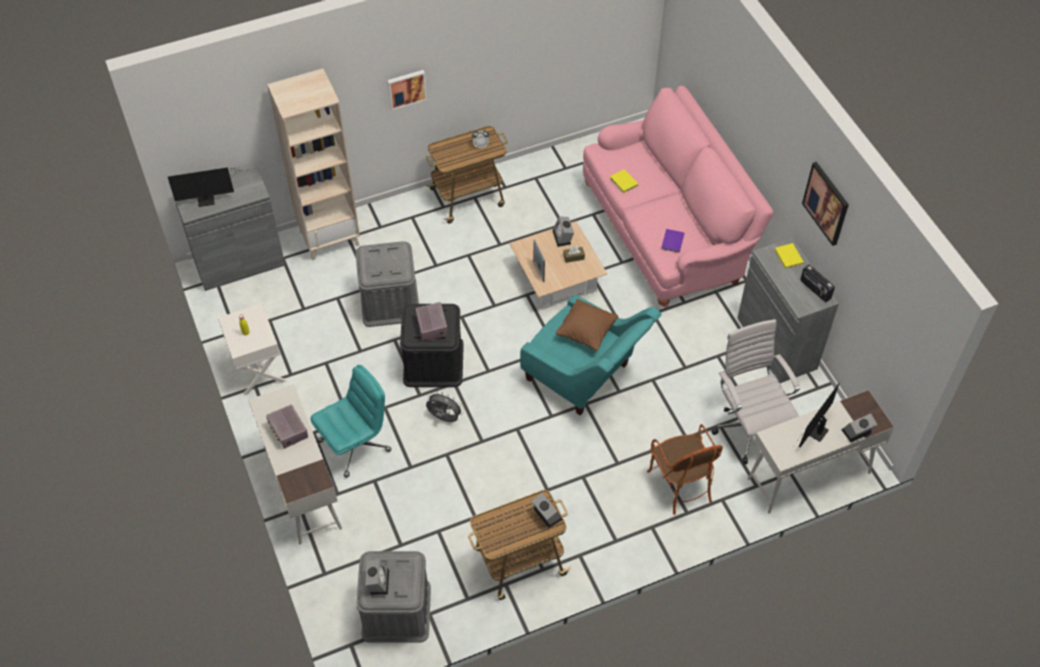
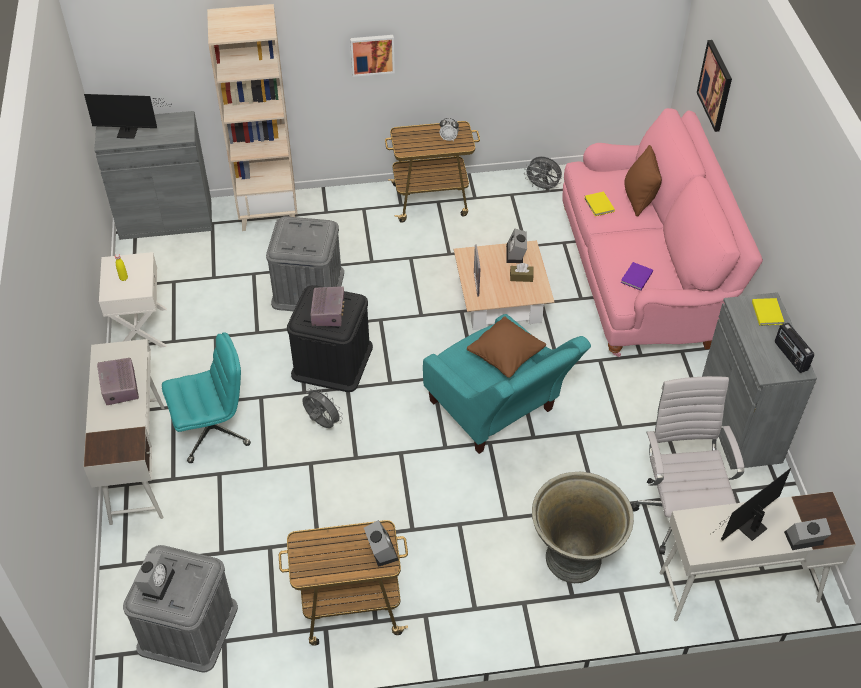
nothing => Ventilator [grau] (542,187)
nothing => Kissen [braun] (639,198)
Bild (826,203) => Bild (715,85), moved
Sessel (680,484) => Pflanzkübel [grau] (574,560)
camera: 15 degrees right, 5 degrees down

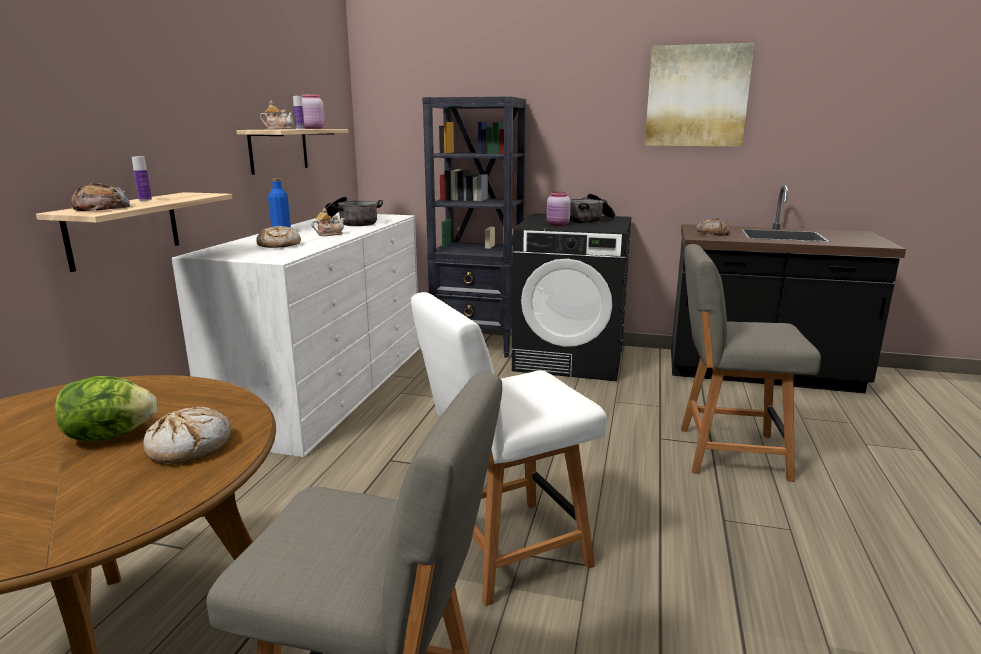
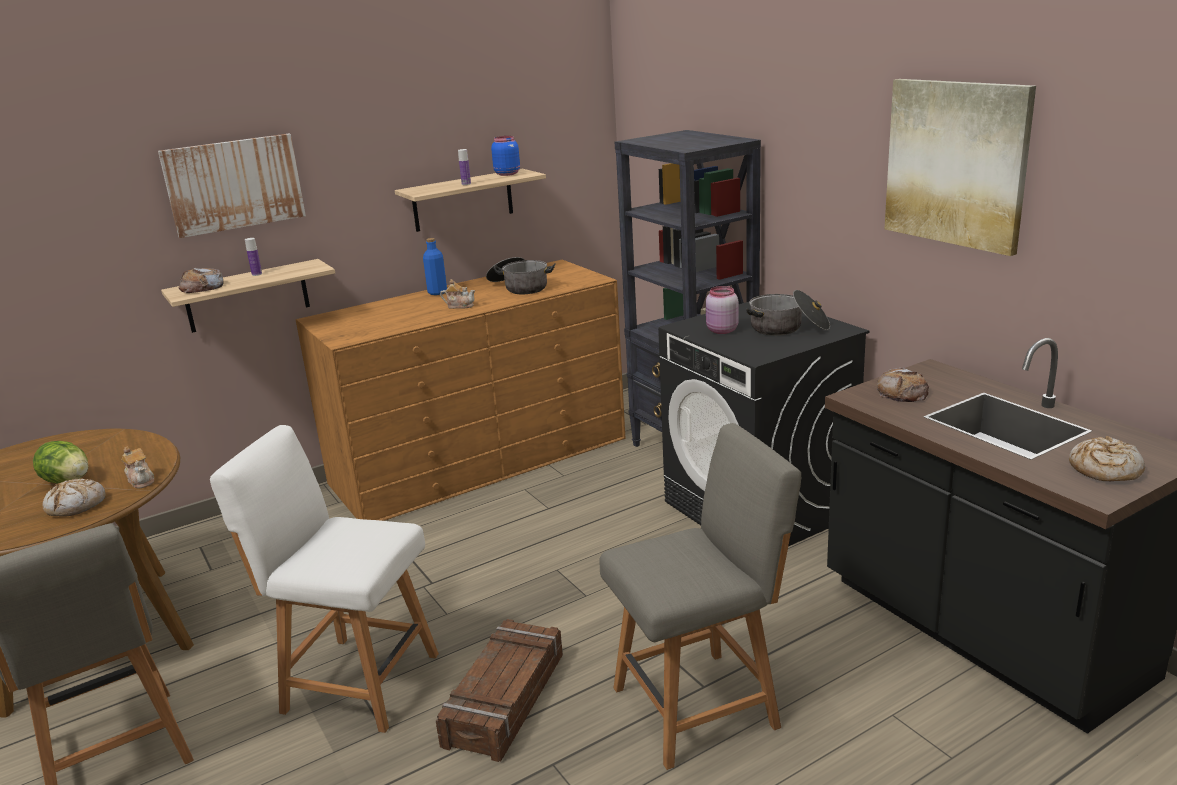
nothing => Bild (234,184)
nothing => Kiste (506,699)
Brot (279,245) => Brot (1104,470), moved
Teekanne (279,129) => Teekanne (141,480), moved
Kommode [weiß] (329,387) => Kommode [braun] (480,460)
Vorratsglas [rosa] (312,128) => Vorratsglas [blau] (507,174)
Stuhl [grau] (727,453) => Stuhl [grau] (700,705), 105 degrees clockwise
camera: 45 degrees right, 5 degrees up

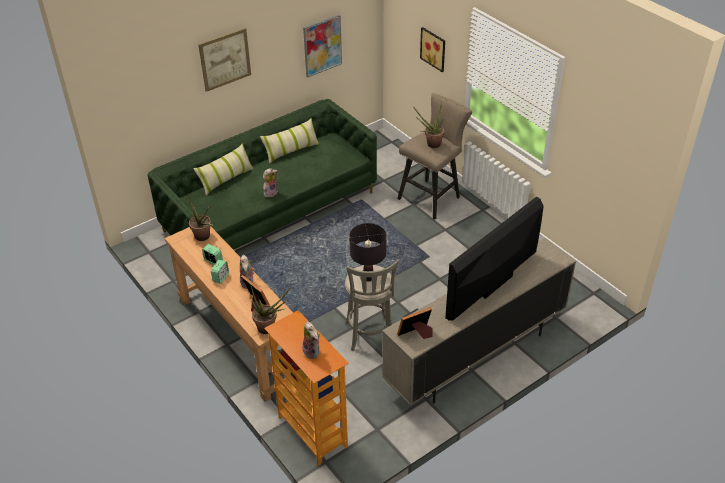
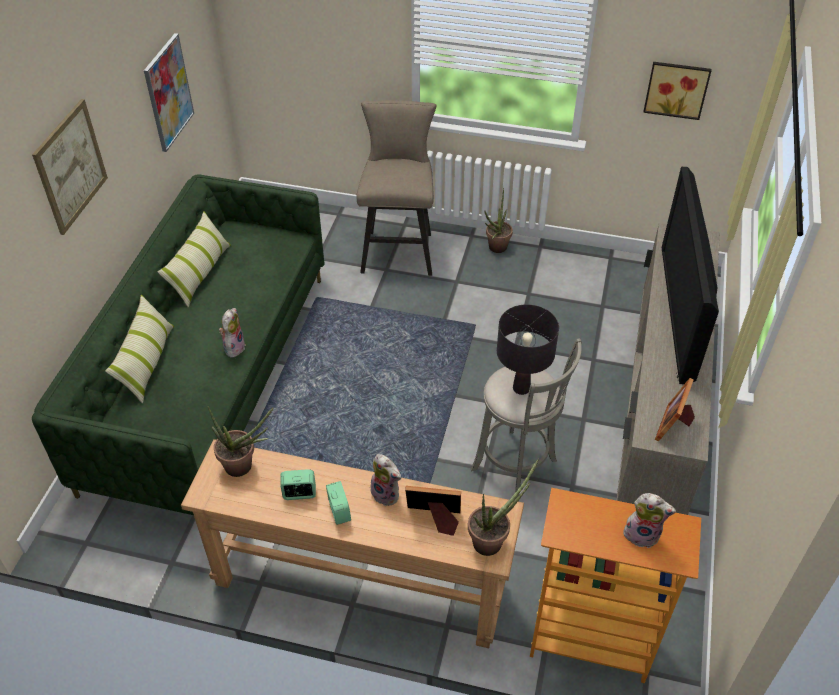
Topfpflanze (430,144) => Topfpflanze (495,249), moved
Bild (434,48) => Bild (676,89), moved
camera: 40 degrees left, 5 degrees up

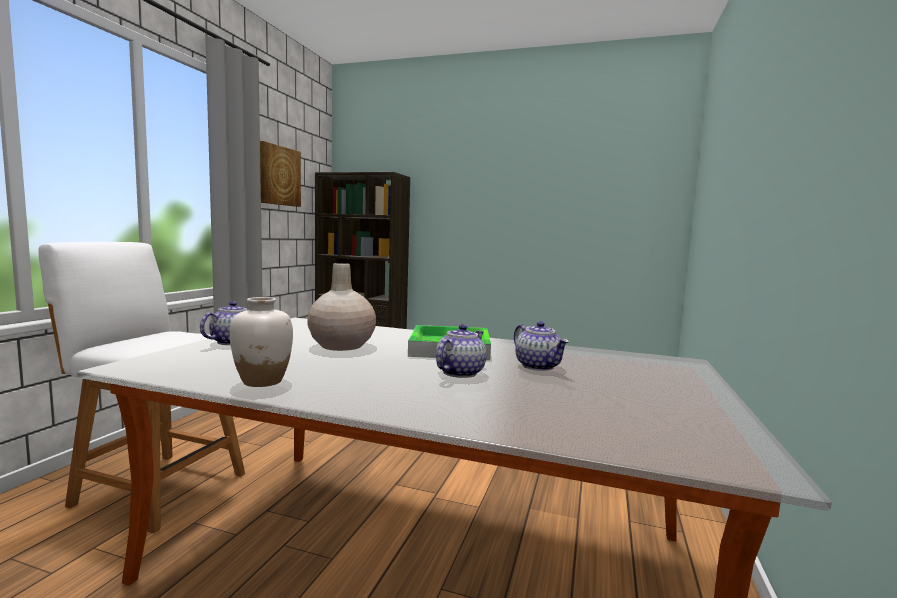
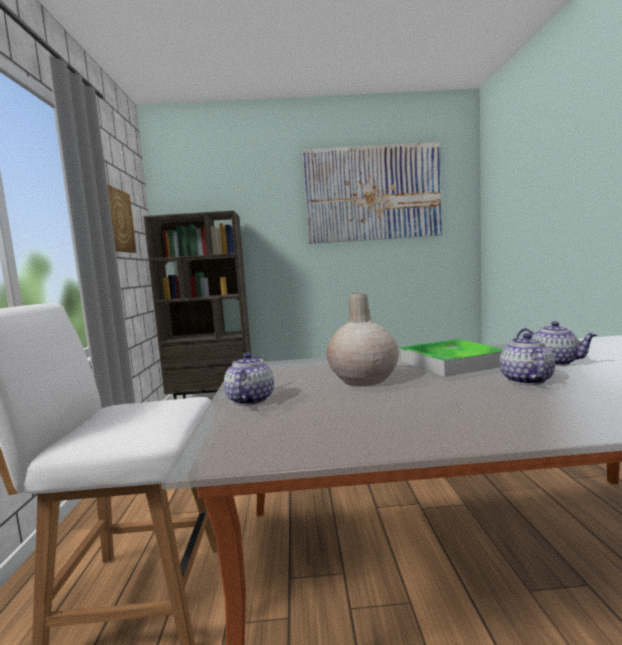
Vase [weiß] (263,381) => nothing
nothing => Bild (372,194)
camera: 20 degrees left, 0 degrees up

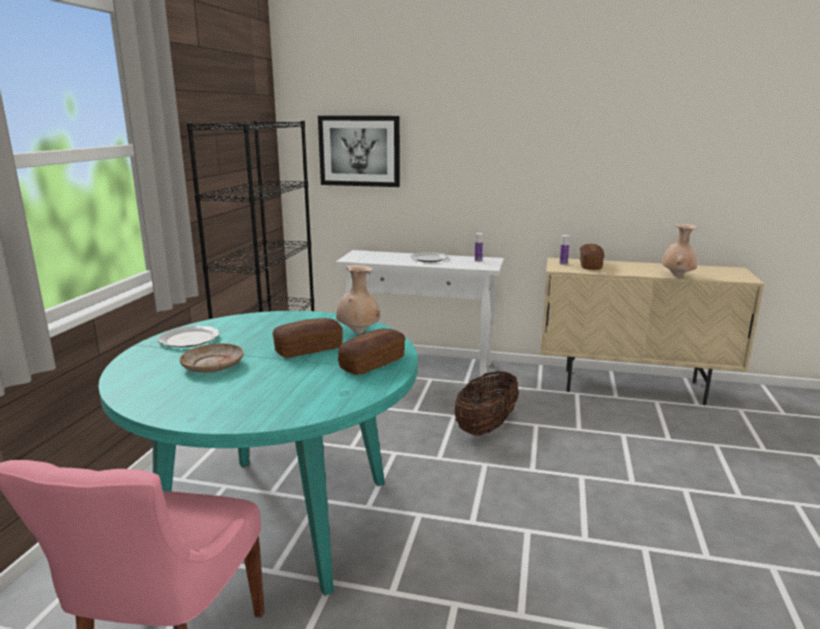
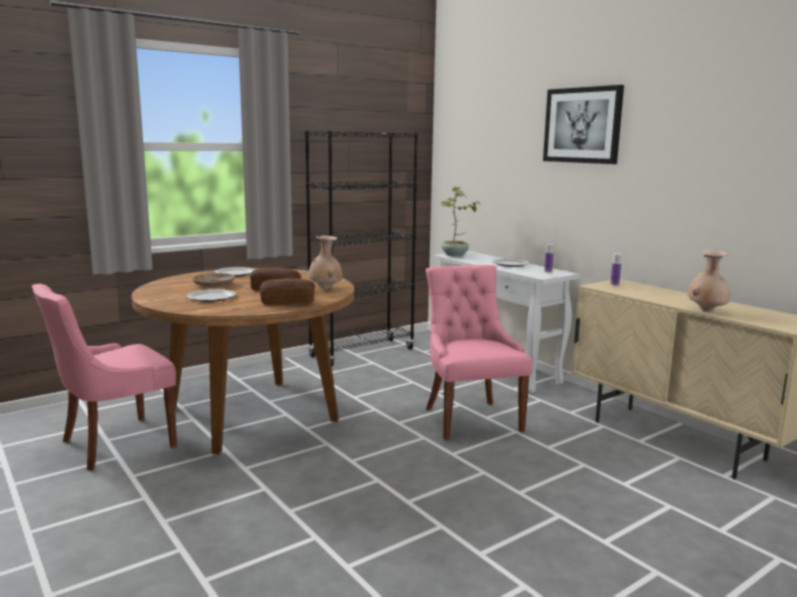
Brot (590,265) => nothing
nothing => Teller (212,297)
nothing => Topfpflanze (455,255)
Bild (359,151) => Bild (582,125), moved
Korb (486,427) => Stuhl [rosa] (470,419)
Esstisch [türkis] (279,518) => Esstisch [braun] (252,413)
camera: 40 degrees right, 5 degrees down

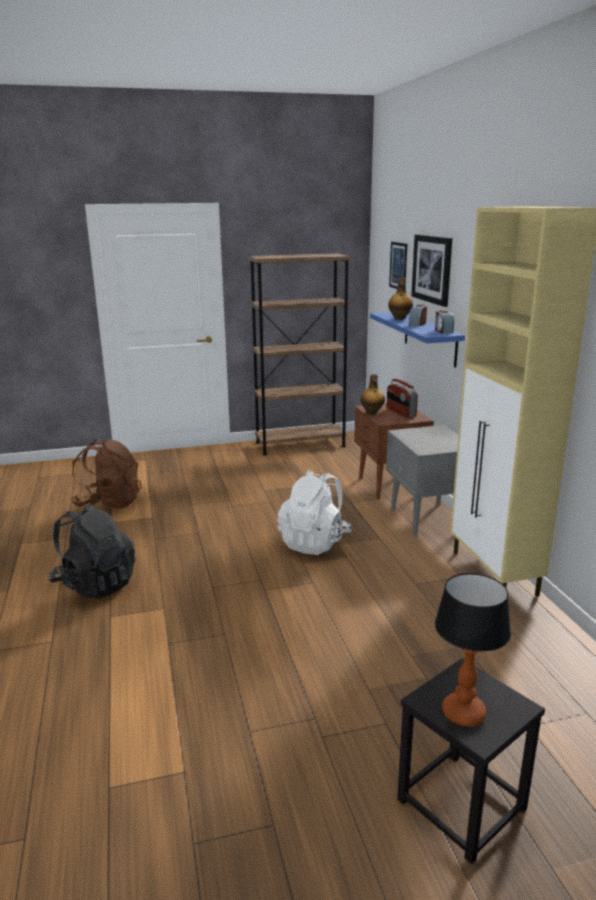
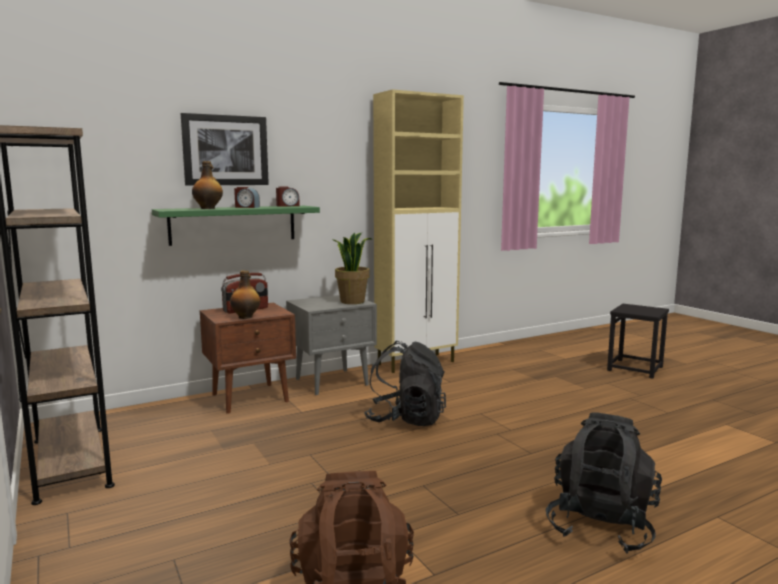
Bild (398,266) => nothing
Tischlampe (463,712) => nothing
nothing => Topfpflanze (352,301)
Rucksack [weiß] (314,542) => Rucksack [schwarz] (406,419)
Wandregal [blau] (429,338) => Wandregal [grün] (233,224)
camera: 105 degrees left, 10 degrees down

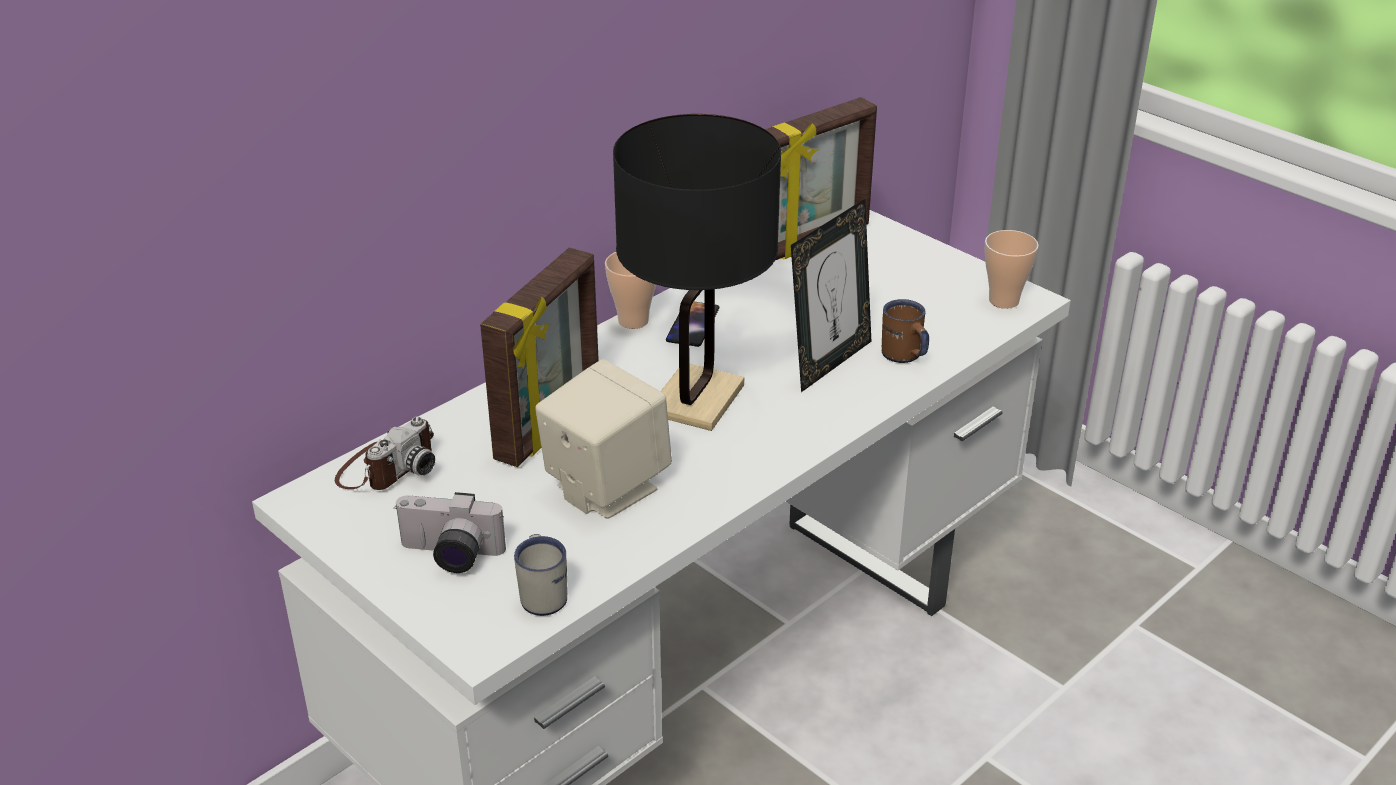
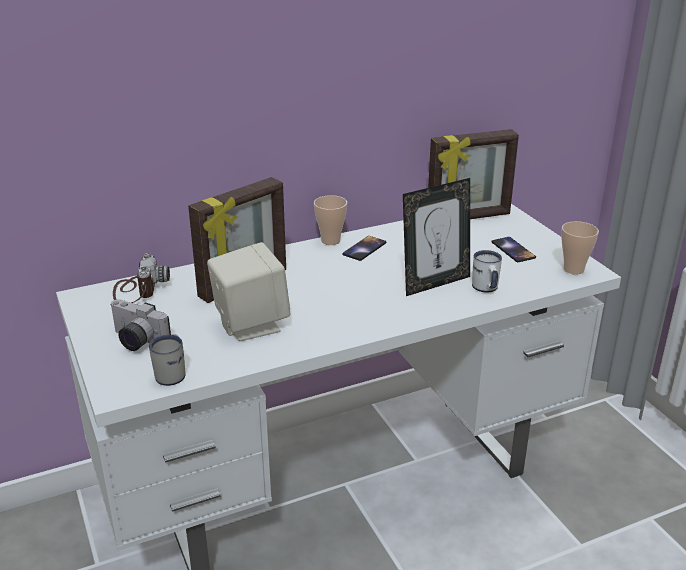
Tischlampe [schwarz] (697,400) => nothing
nothing => Handy (513,250)
Henkelbecher [braun] (904,357) => Henkelbecher [weiß] (486,289)
Kamera (387,467) => Kamera (138,289), 60 degrees counterclockwise
camera: 20 degrees right, 5 degrees down

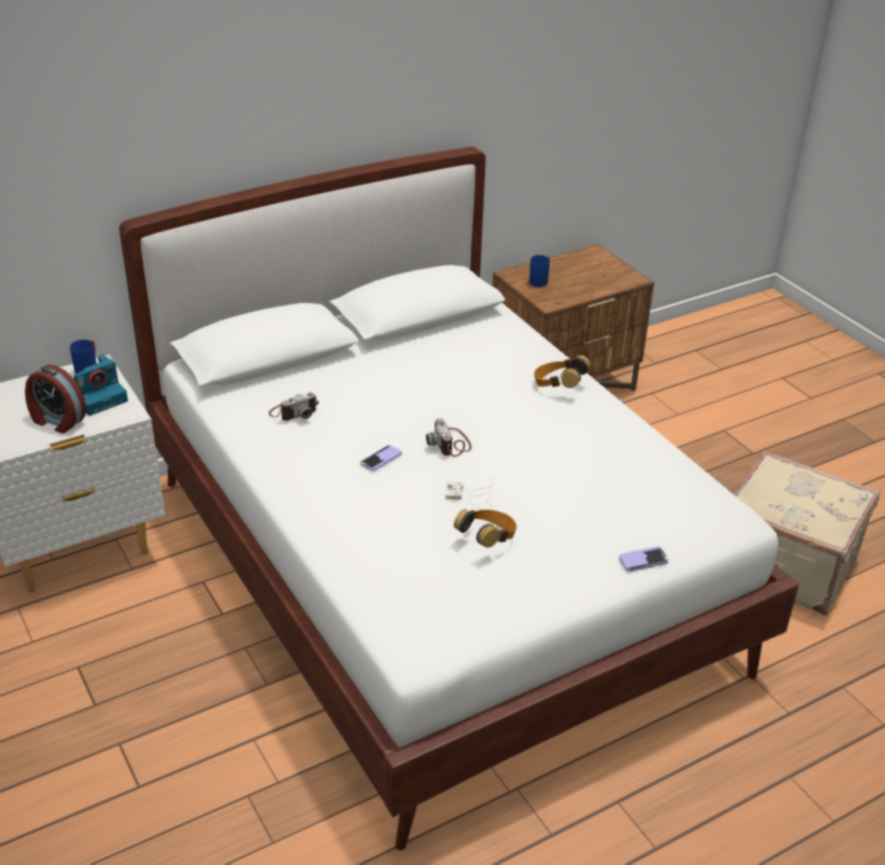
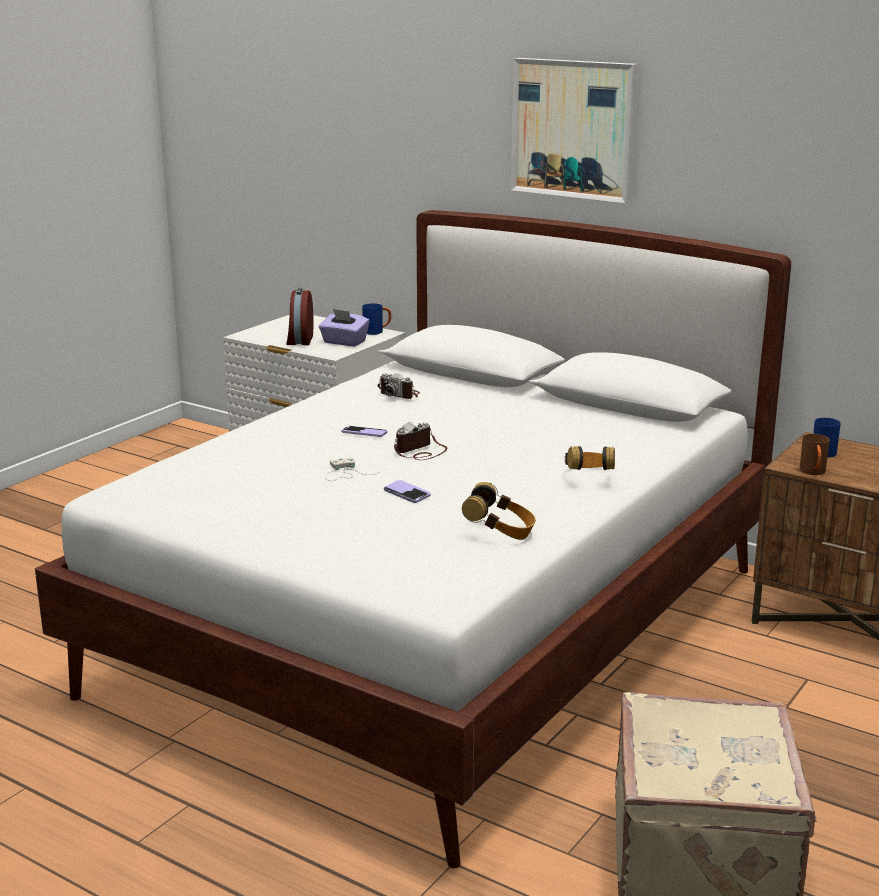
nothing => Bild (573,129)
nothing => Henkelbecher [braun] (813,473)
Kopfhörer (487,540) => Kopfhörer (500,533), moved
Handy (643,560) => Handy (407,493), moved
Kamera (99,397) => Taschentuchbox [lila] (344,342)
camera: 65 degrees right, 15 degrees down

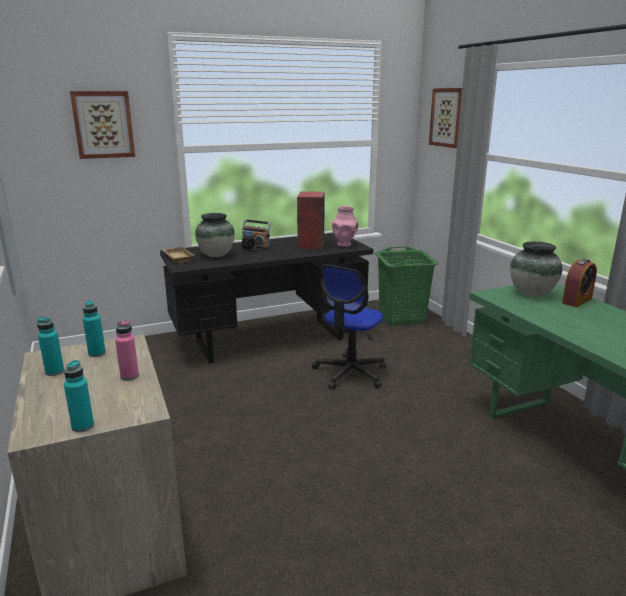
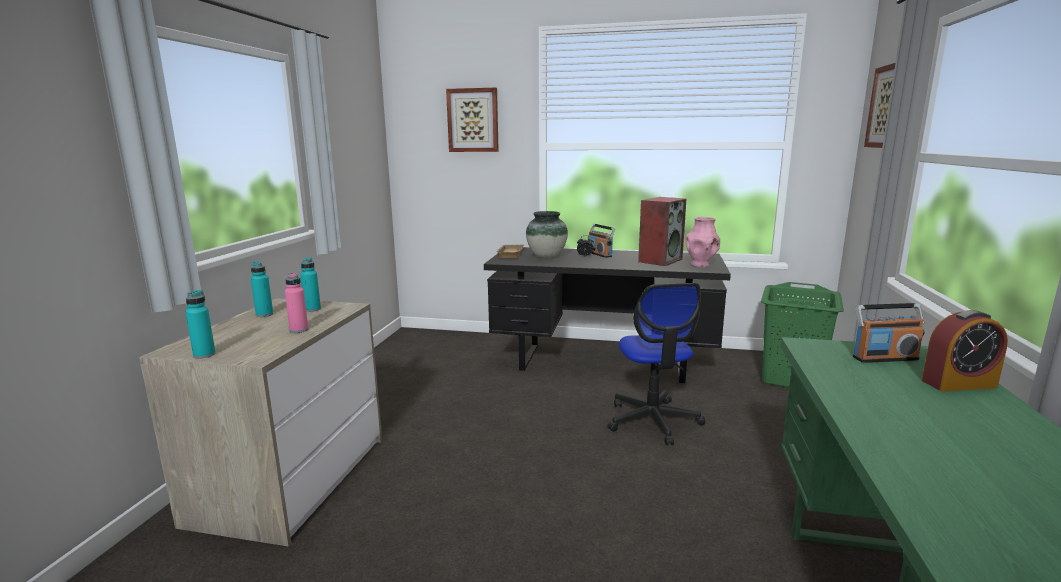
Vase (531,294) => Radio (884,358)
Bürostuhl (350,373) => Bürostuhl (653,421), 75 degrees counterclockwise
camera: 35 degrees right, 5 degrees down

